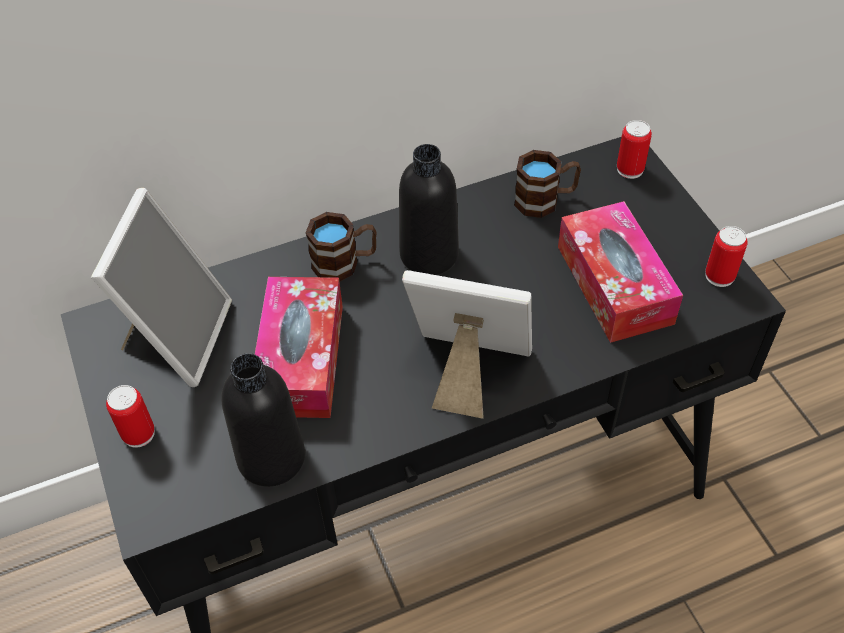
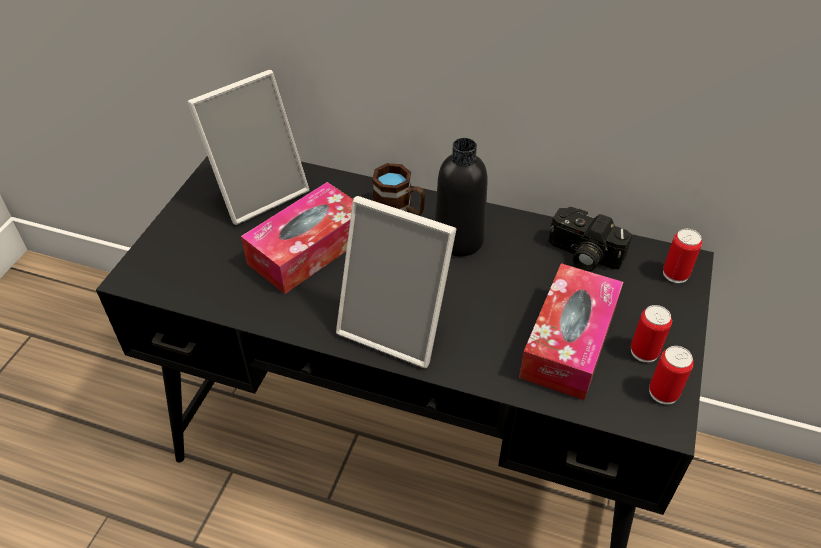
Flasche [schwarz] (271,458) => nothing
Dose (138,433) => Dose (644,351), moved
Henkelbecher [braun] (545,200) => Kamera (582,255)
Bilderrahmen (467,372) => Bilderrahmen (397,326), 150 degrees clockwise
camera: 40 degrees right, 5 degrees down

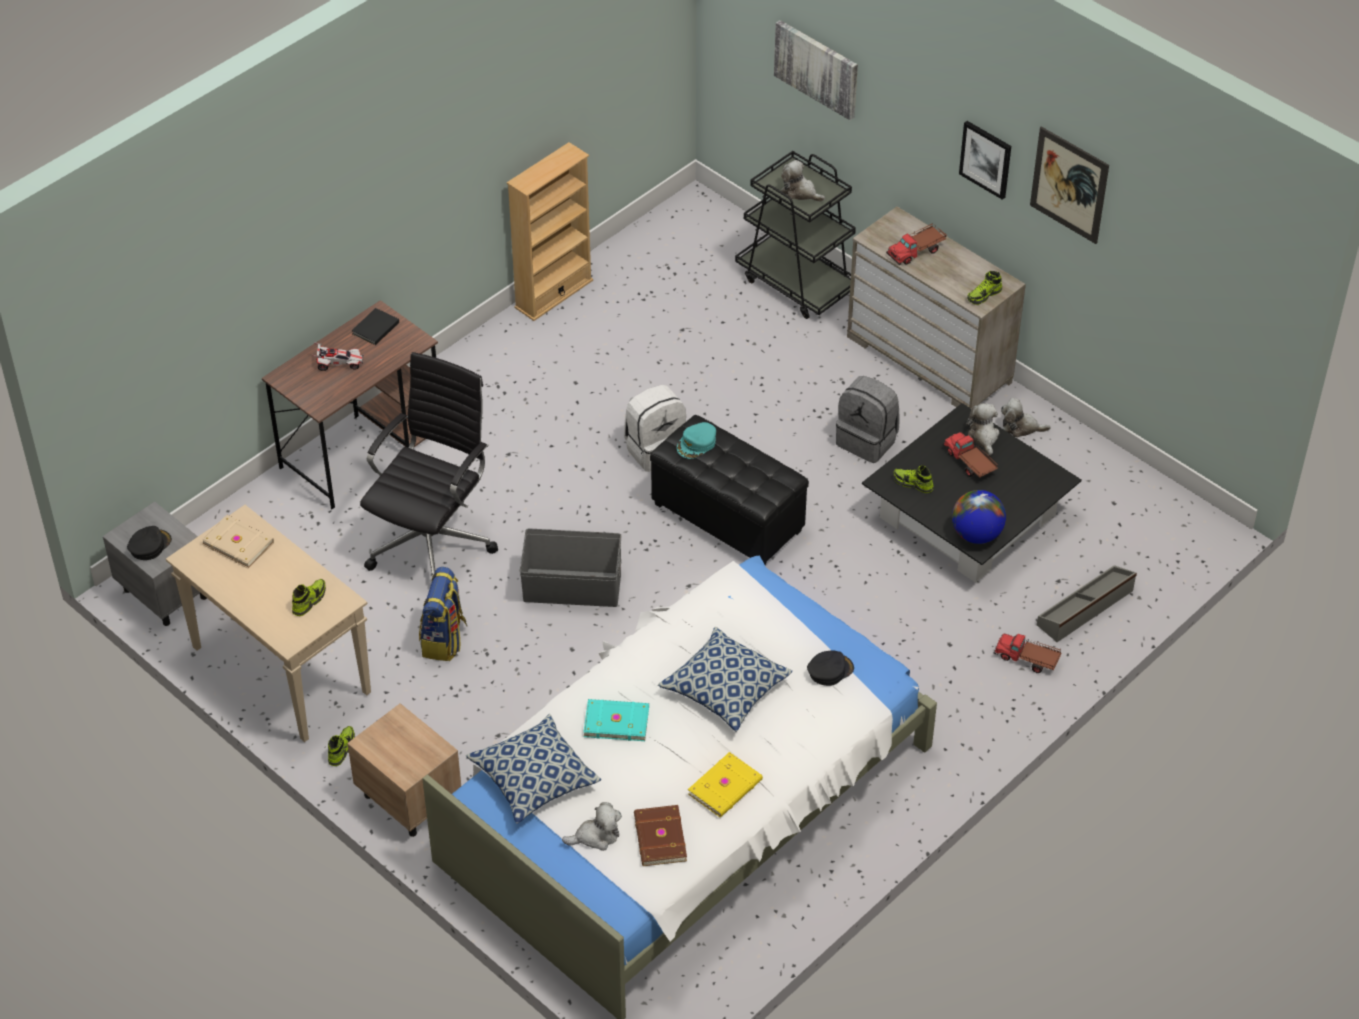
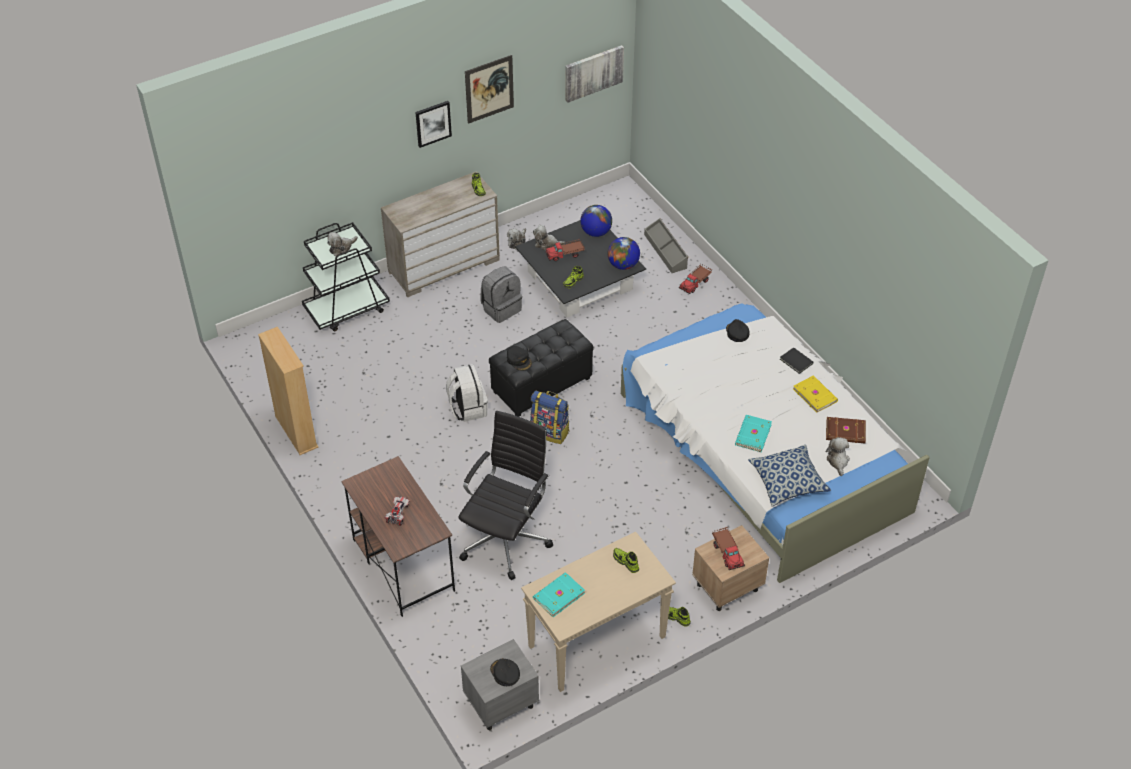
Aufbewahrungsbox [grau] (571,587) => nothing
Kissen (725,689) => nothing
nothing => Globus (596,232)
Buch [schwarz] (374,328) => Buch [schwarz] (796,362), moved
Rucksack (444,640) => Rucksack (550,432), moved
Bild (817,68) => Bild (593,72), moved
Spielzeuglaster (917,251) => Spielzeuglaster (727,552), moved
Buch [beige] (238,542) => Buch [türkis] (558,595)
Kappe [türkis] (697,444) => Kappe [schwarz] (519,360)
Bürostuhl [schwarz] (433,541) => Bürostuhl [schwarz] (506,538), 75 degrees clockwise
camera: 75 degrees left, 0 degrees up

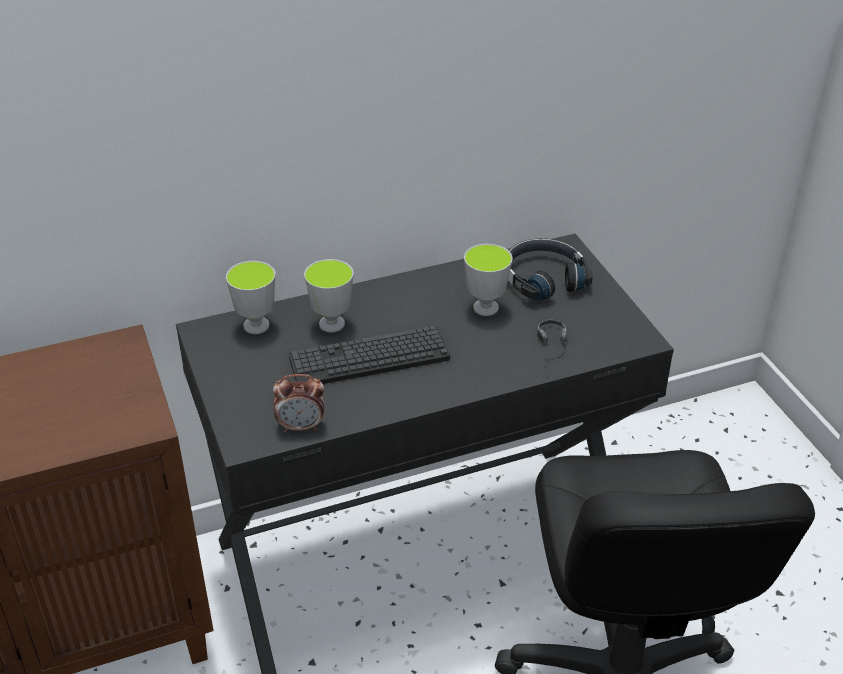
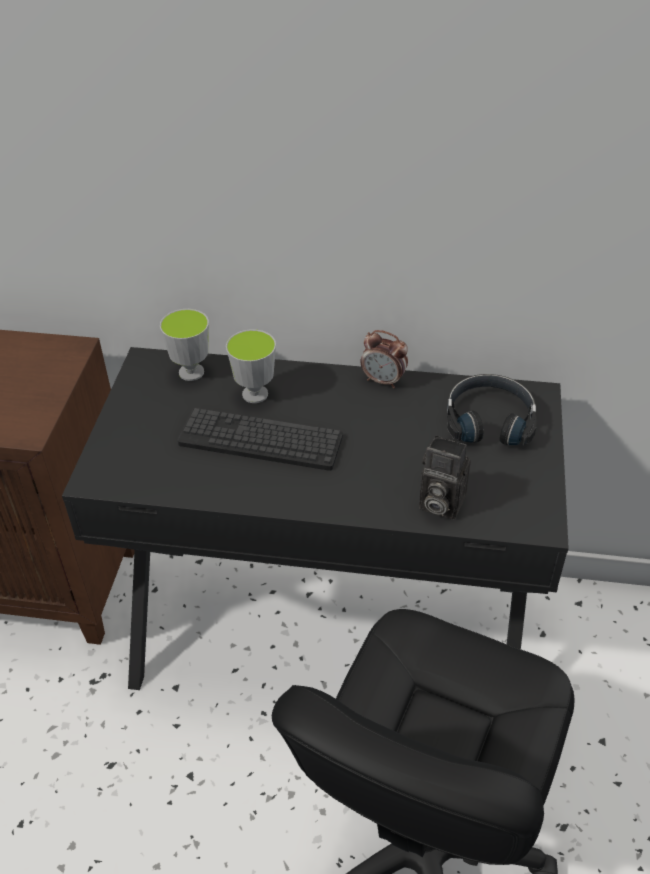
Tasse (486,308) => nothing
Wecker (301,426) => Wecker (383,381), moved
Kopfhörer (555,353) => Kamera (438,503)
camera: 30 degrees right, 5 degrees up

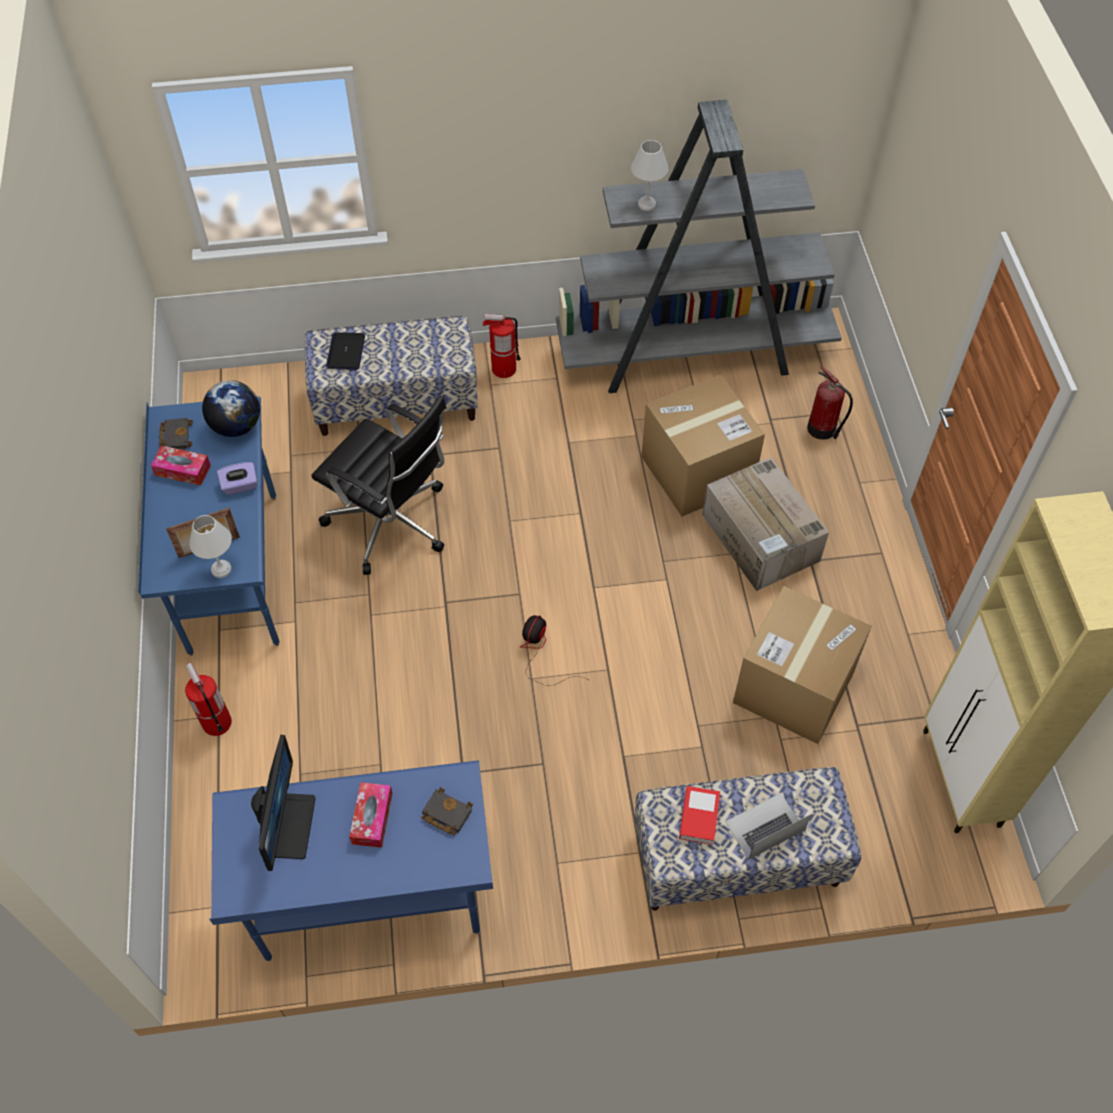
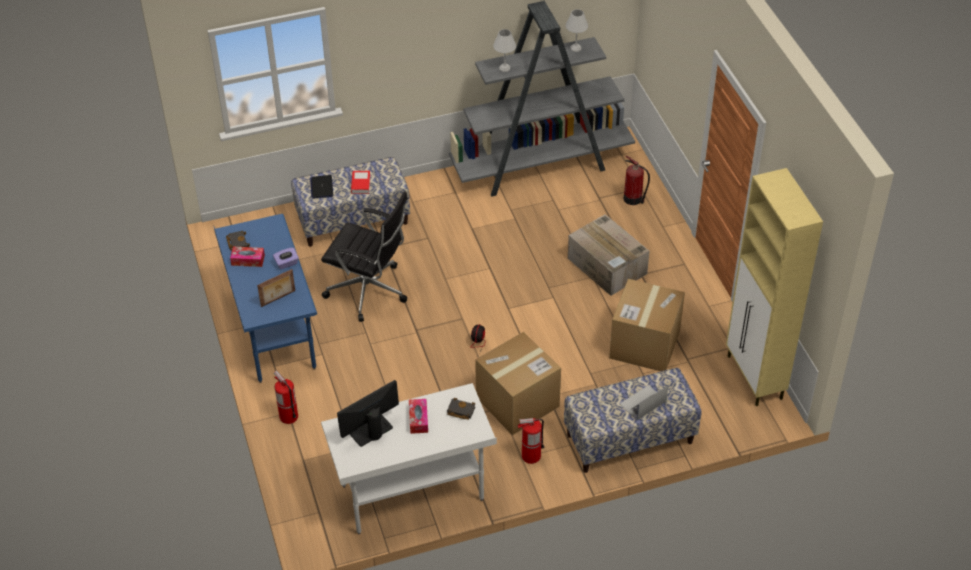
Globus (236,426) => nothing
Tischlampe [weiß] (220,569) => Tischlampe [weiß] (575,48), moved
Feuerlöscher (503,369) => Feuerlöscher (531,456), moved
Karton (697,471) => Karton (517,402), moved
Buch (699,817) => Buch (360,184), moved
Schreibtisch [blau] (370,899) => Schreibtisch [weiß] (412,493)
Monitor (287,825) => Monitor (370,430), 120 degrees counterclockwise
camera: 10 degrees left, 10 degrees down

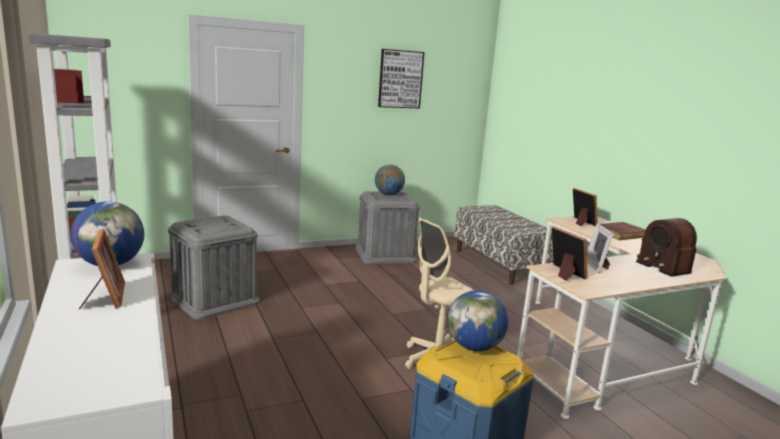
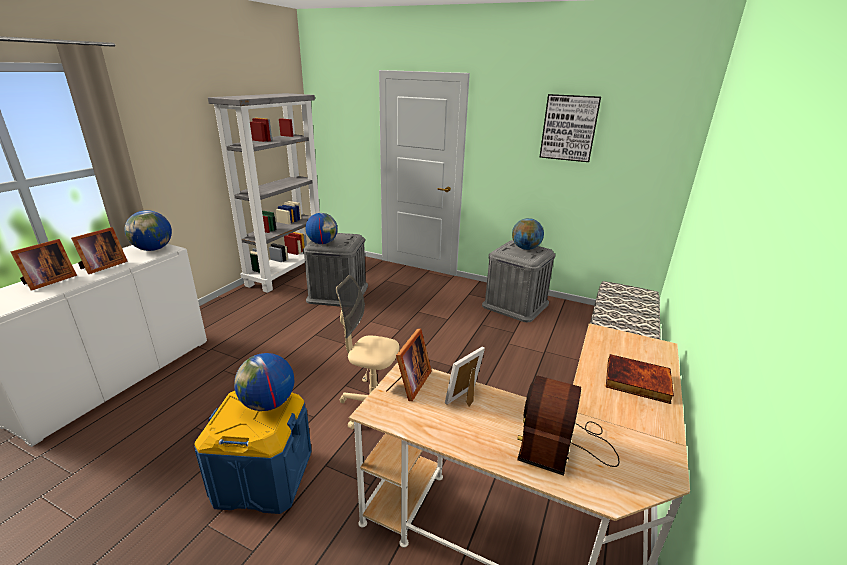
nothing => Globus (322,243)
Bilderrahmen (581,222) => Bilderrahmen (48,281), moved
camera: 50 degrees right, 10 degrees up

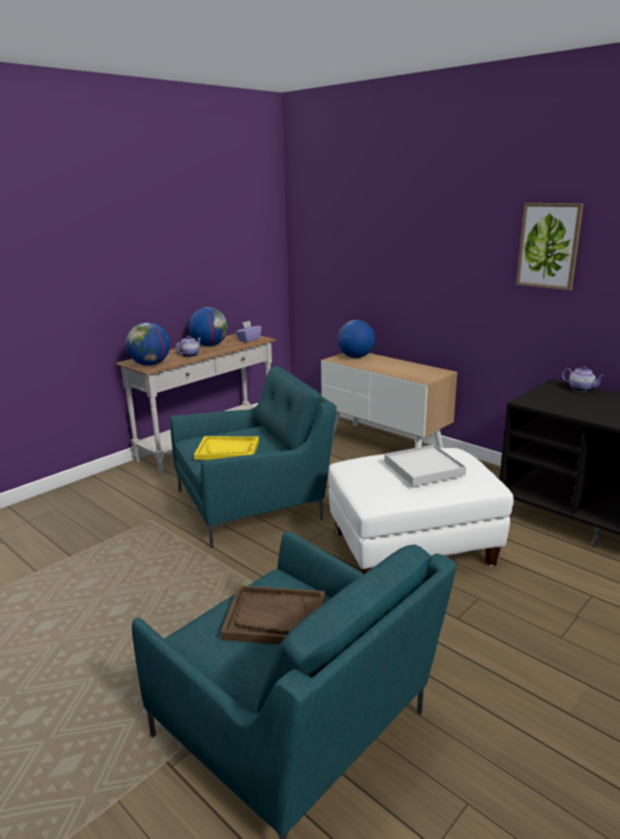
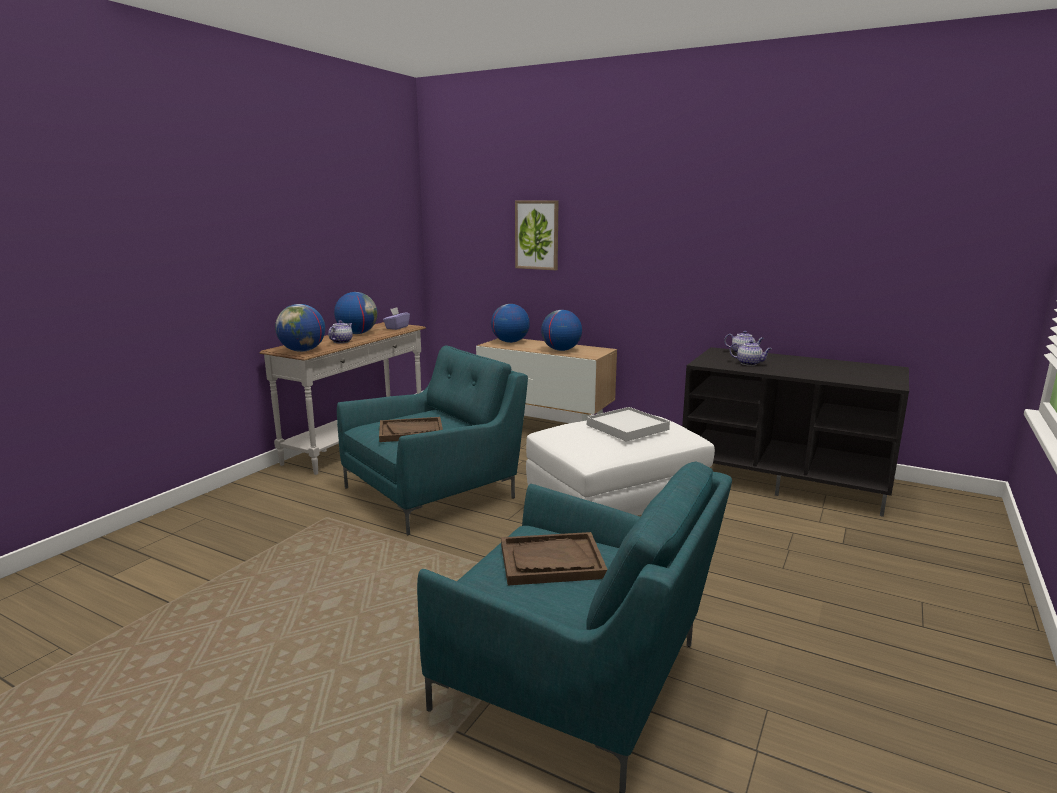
nothing => Globus (561,350)
nothing => Teekanne (749,363)
Bild (549,246) => Bild (537,235), moved
Tablett [gelb] (227,450) => Tablett [braun] (411,431)
camera: 15 degrees left, 5 degrees down

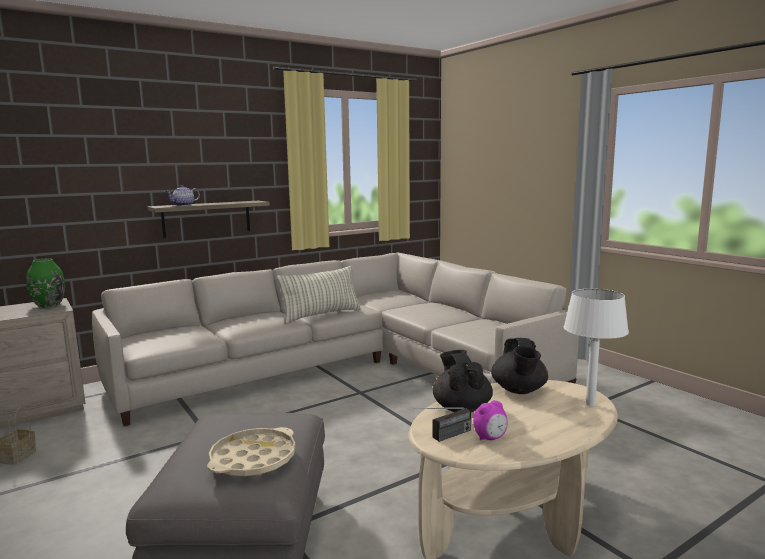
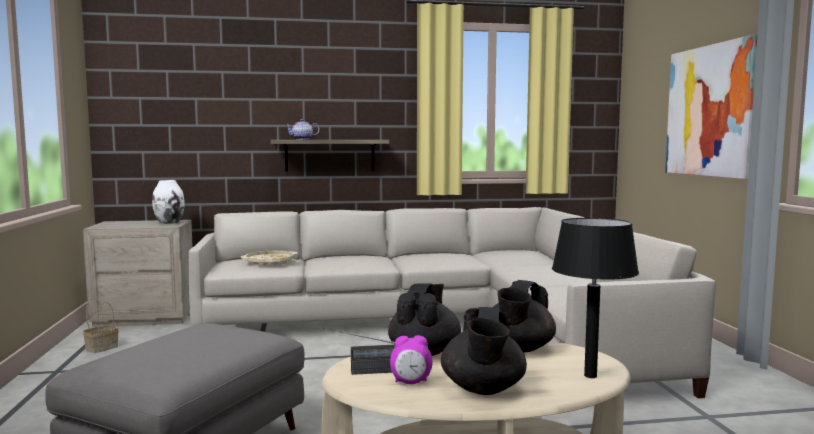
Kissen (321,315) => nothing
nothing => Teekanne [schwarz] (483,389)
nothing => Bild (710,111)
Tablett [beige] (253,459) => Tablett [beige] (269,262), moved
Vase [grün] (49,305) => Vase [weiß] (169,222)
Tischlampe [weiß] (590,404) => Tischlampe [schwarz] (589,376)
camera: 25 degrees right, 5 degrees down

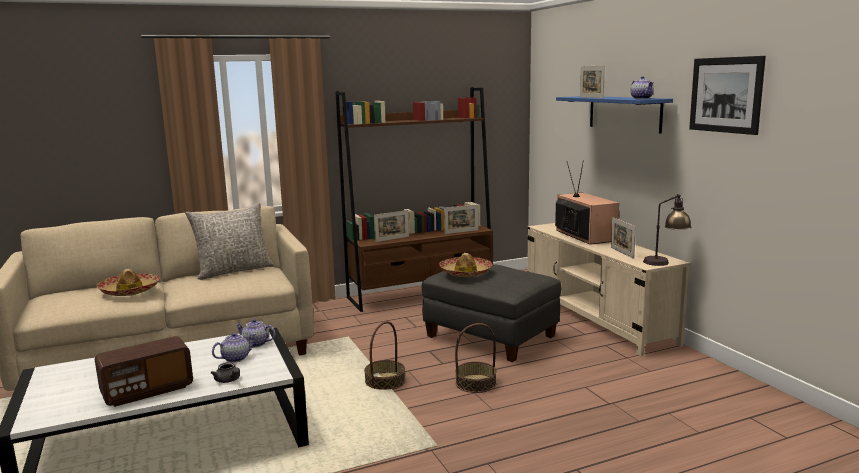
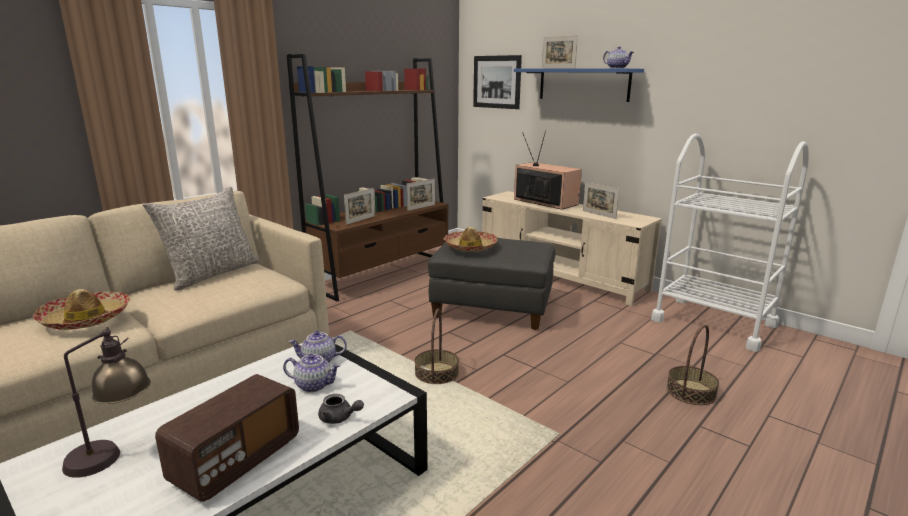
nothing => Rollwagen [weiß] (713,322)
Korb (475,383) => Korb (690,391), moved
Tischlampe (665,262) => Tischlampe (114,455), moved
Bild (725,95) => Bild (496,82), moved
Teekanne (236,358) => Teekanne (314,385), 75 degrees clockwise
camera: 25 degrees left, 5 degrees up

